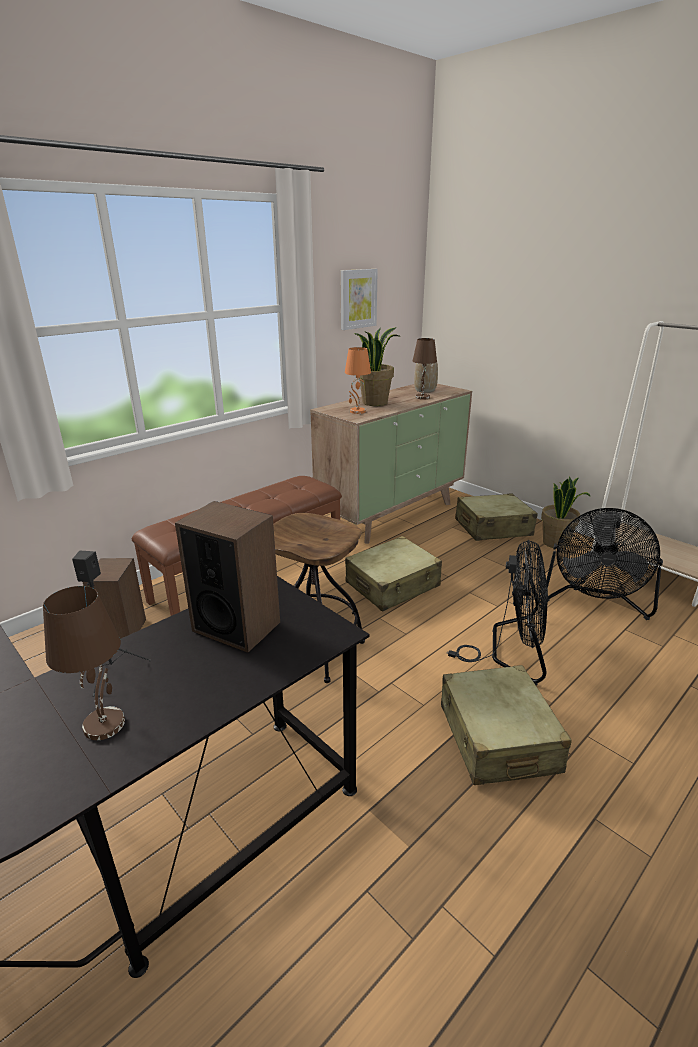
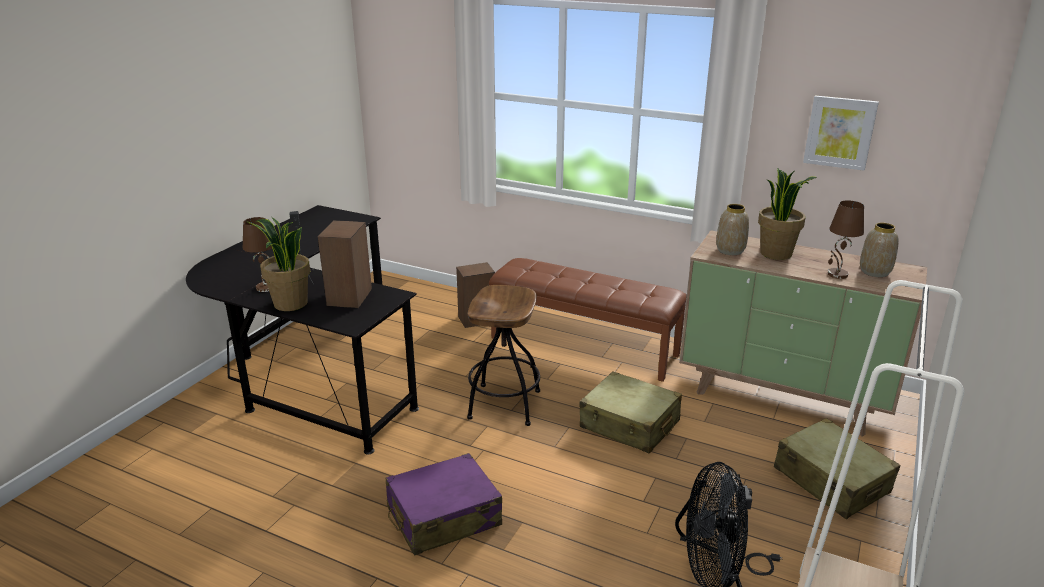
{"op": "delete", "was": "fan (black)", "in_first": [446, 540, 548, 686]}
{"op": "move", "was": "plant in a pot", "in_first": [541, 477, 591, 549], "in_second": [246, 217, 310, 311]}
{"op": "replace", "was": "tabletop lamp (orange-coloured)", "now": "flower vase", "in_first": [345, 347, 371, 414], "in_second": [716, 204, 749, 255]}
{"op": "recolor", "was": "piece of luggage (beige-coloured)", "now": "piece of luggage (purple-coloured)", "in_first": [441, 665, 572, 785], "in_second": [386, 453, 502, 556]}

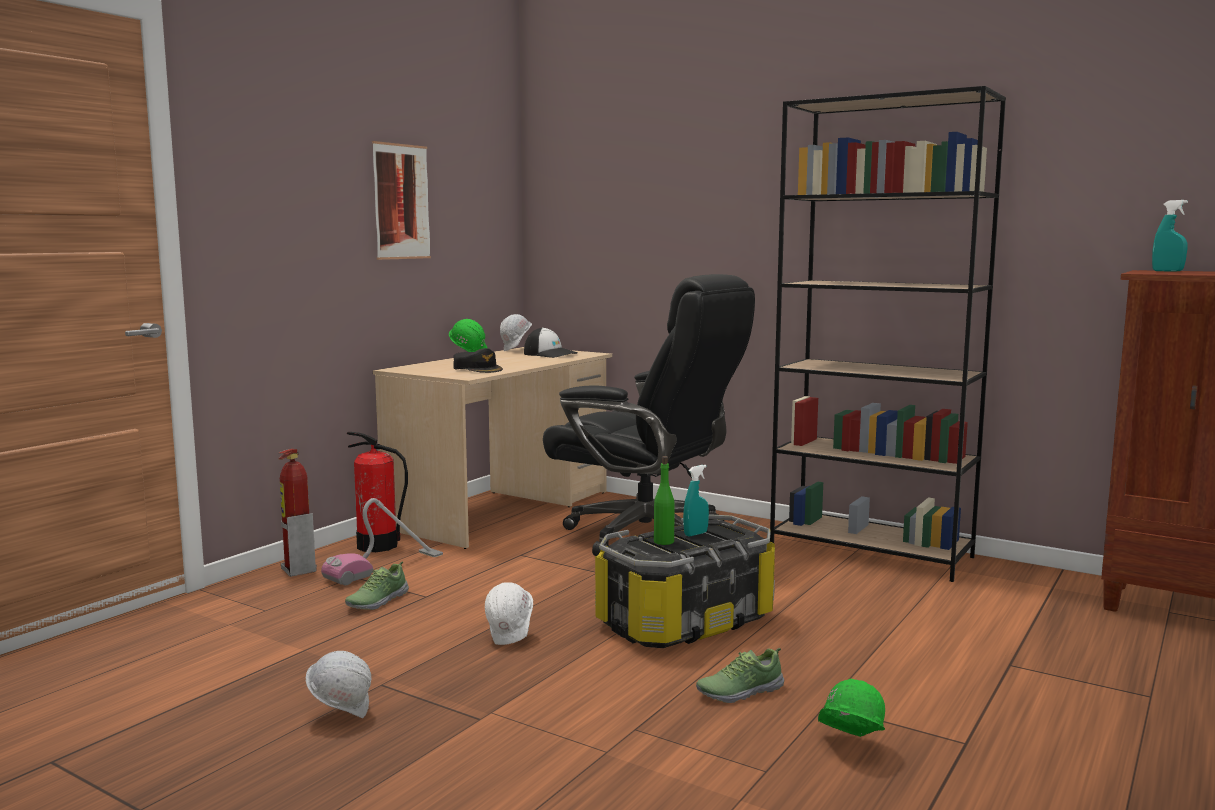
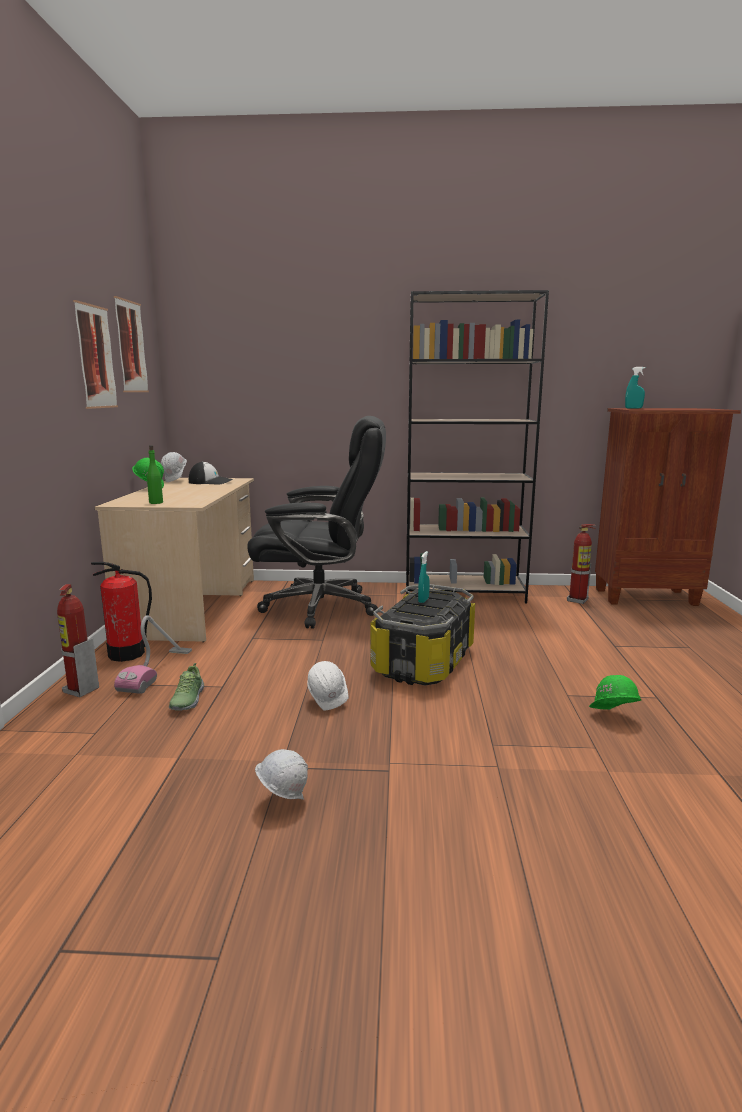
{"op": "delete", "was": "baseball cap (black)", "in_first": [453, 348, 503, 373]}
{"op": "delete", "was": "item of footwear", "in_first": [696, 648, 784, 703]}
{"op": "insert", "now": "picture", "in_second": [114, 296, 149, 392]}
{"op": "insert", "now": "fire-fighting cylinder", "in_second": [567, 524, 596, 604]}
{"op": "move", "was": "drink bottle (green)", "in_first": [654, 456, 675, 545], "in_second": [147, 445, 163, 504]}

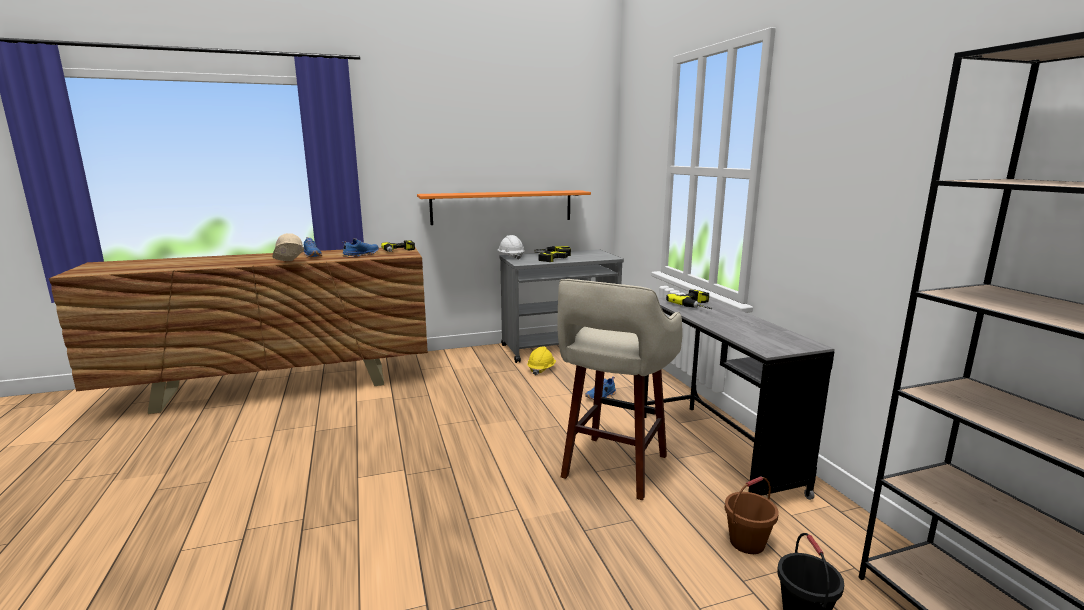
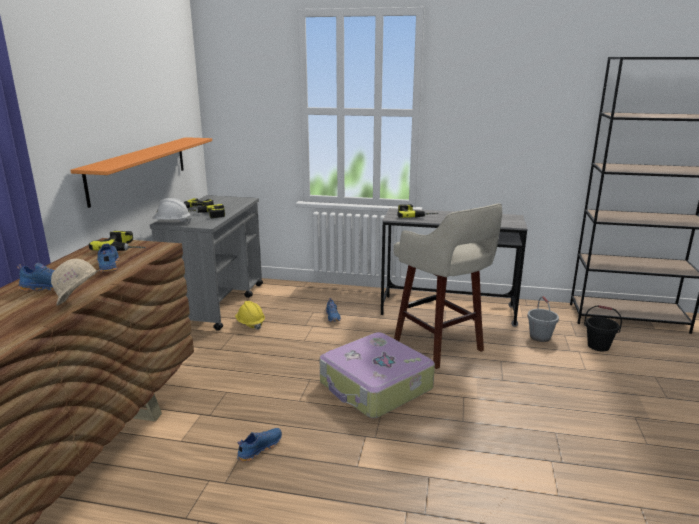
{"op": "insert", "now": "item of footwear (bluish)", "in_second": [237, 428, 282, 462]}
{"op": "insert", "now": "piece of luggage", "in_second": [319, 332, 435, 418]}
{"op": "recolor", "was": "bucket (brown-coloured)", "now": "bucket (gray)", "in_first": [725, 476, 779, 554], "in_second": [527, 296, 559, 342]}

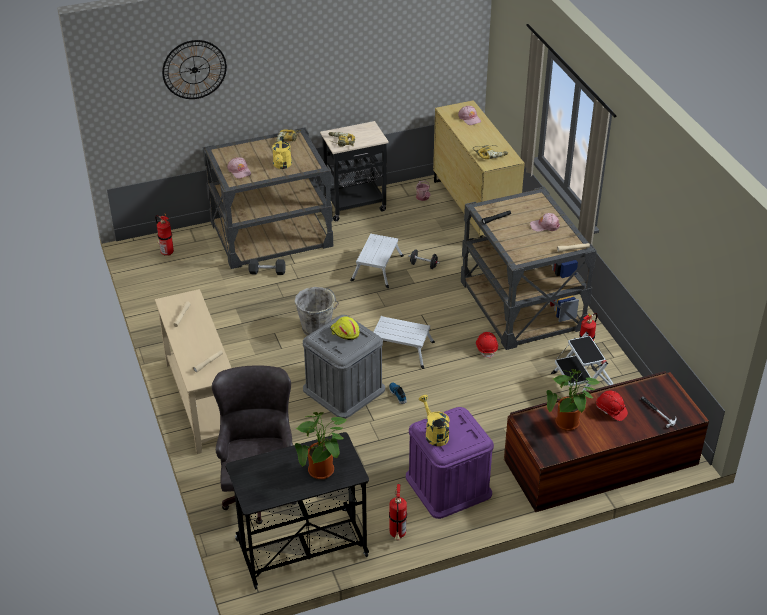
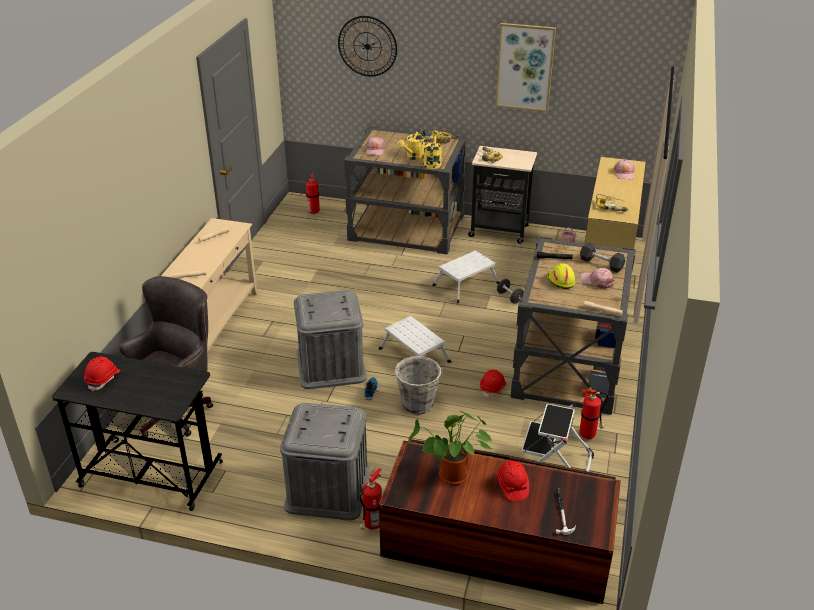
{"op": "delete", "was": "plant in a pot", "in_first": [295, 412, 347, 479]}
{"op": "insert", "now": "work helmet (red)", "in_second": [84, 357, 121, 392]}
{"op": "insert", "now": "picture", "in_second": [495, 23, 556, 112]}
{"op": "move", "was": "hand weight (gray)", "in_first": [248, 259, 286, 275], "in_second": [580, 242, 625, 273]}
{"op": "move", "was": "bucket (gray)", "in_first": [295, 287, 339, 336], "in_second": [395, 356, 443, 415]}
{"op": "move", "was": "work helmet (yellowish)", "in_first": [330, 316, 360, 340], "in_second": [547, 263, 575, 289]}
{"op": "move", "was": "fire-fighting cylinder", "in_first": [389, 484, 407, 541], "in_second": [359, 468, 382, 530]}
{"op": "move", "was": "watering pot (yellowish)", "in_first": [419, 395, 450, 446], "in_second": [423, 130, 442, 169]}
{"op": "recolor", "was": "storage container (purple-coloured)", "now": "storage container (gray)", "in_first": [406, 407, 494, 519], "in_second": [280, 403, 370, 520]}

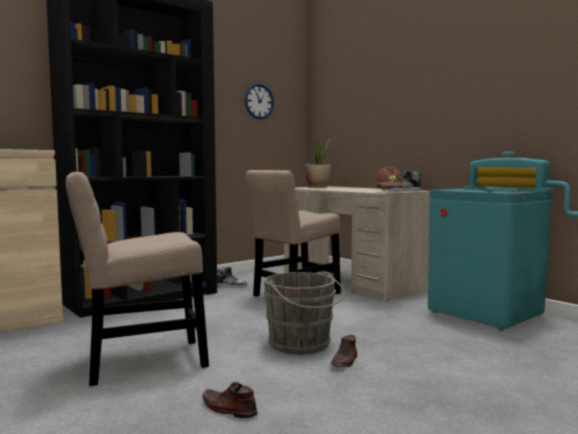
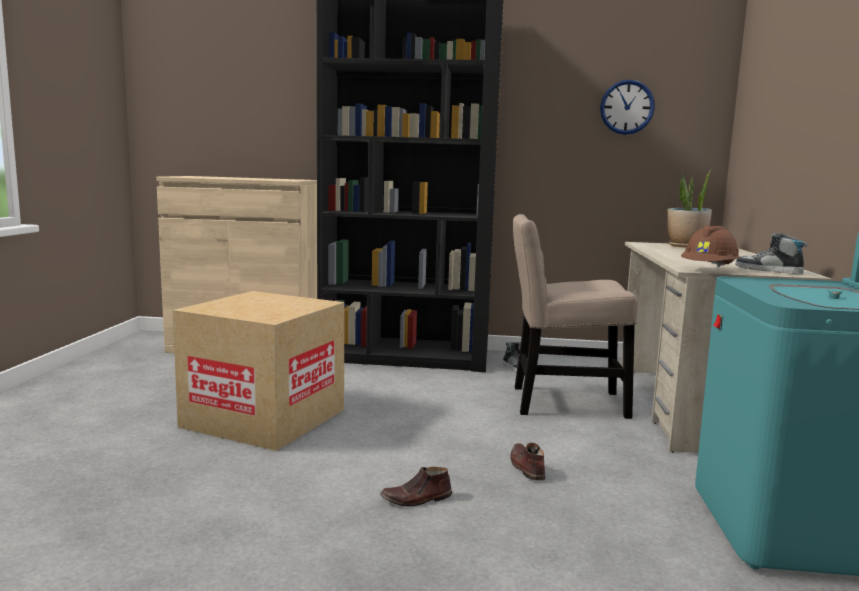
{"op": "delete", "was": "bucket (gray)", "in_first": [264, 271, 345, 355]}
{"op": "move", "was": "item of footwear (brown-coloured)", "in_first": [202, 382, 257, 418], "in_second": [511, 443, 545, 481]}
{"op": "replace", "was": "upright chair (beige-coloured)", "now": "cardboard box", "in_first": [66, 172, 209, 386], "in_second": [173, 291, 345, 451]}

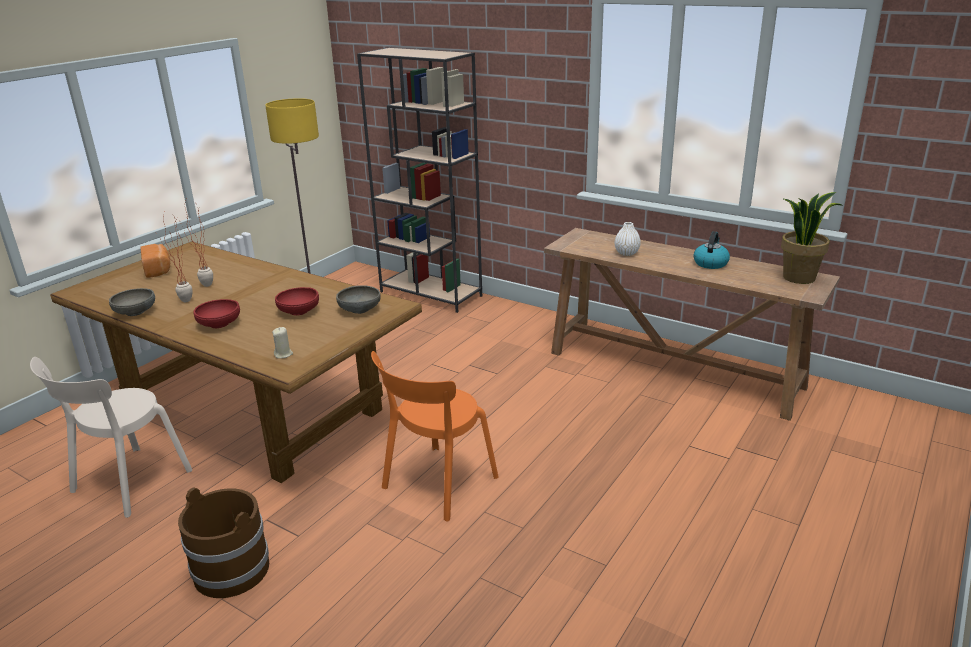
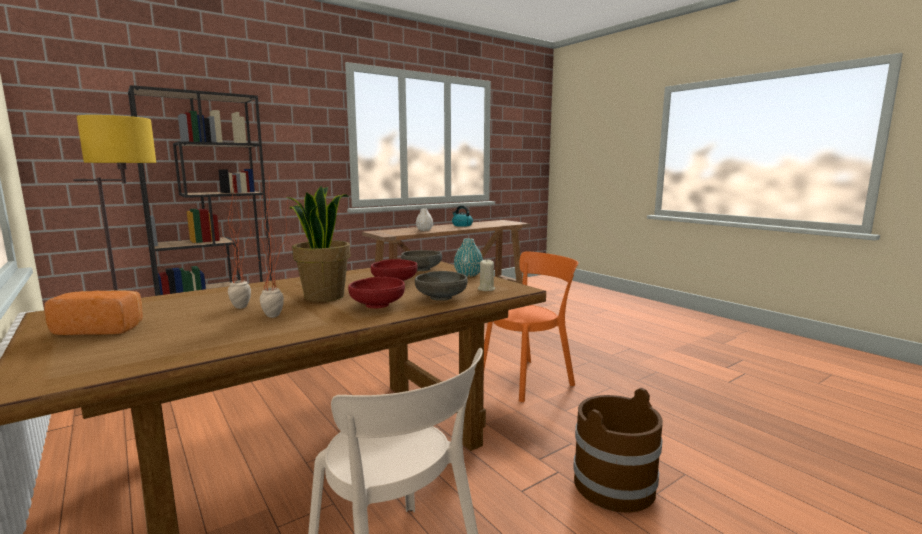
{"op": "insert", "now": "flower vase (blue-green)", "in_second": [454, 238, 483, 277]}
{"op": "move", "was": "deep dish (gray)", "in_first": [109, 288, 155, 316], "in_second": [415, 271, 468, 301]}
{"op": "move", "was": "plant in a pot", "in_first": [781, 192, 844, 284], "in_second": [286, 186, 350, 302]}
{"op": "rotate", "was": "upright chair (orange-coloured)", "in_first": [371, 351, 499, 522], "in_second": [484, 251, 578, 403], "clockwise": -90}

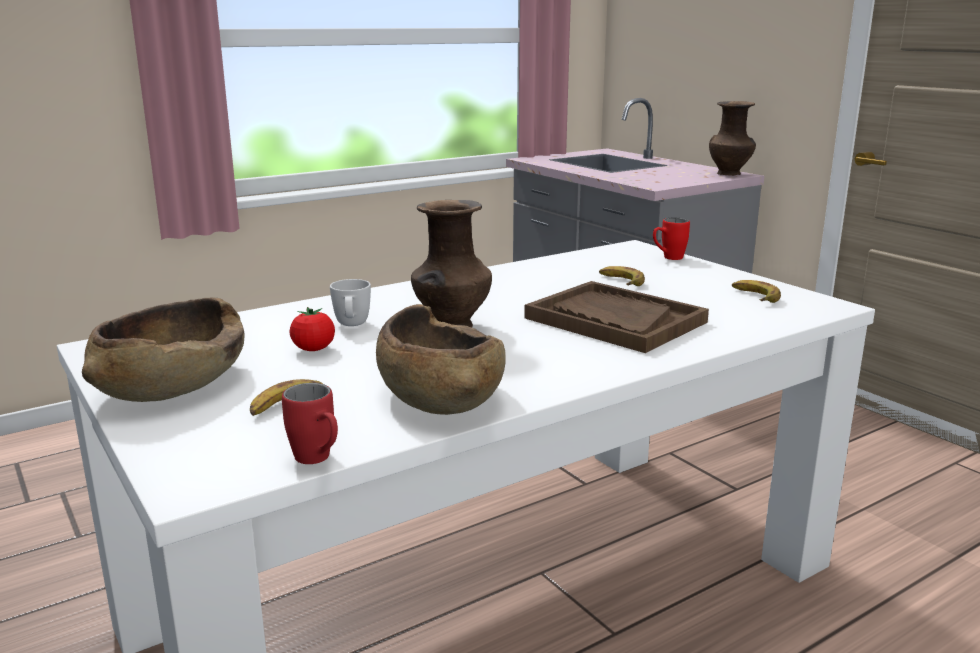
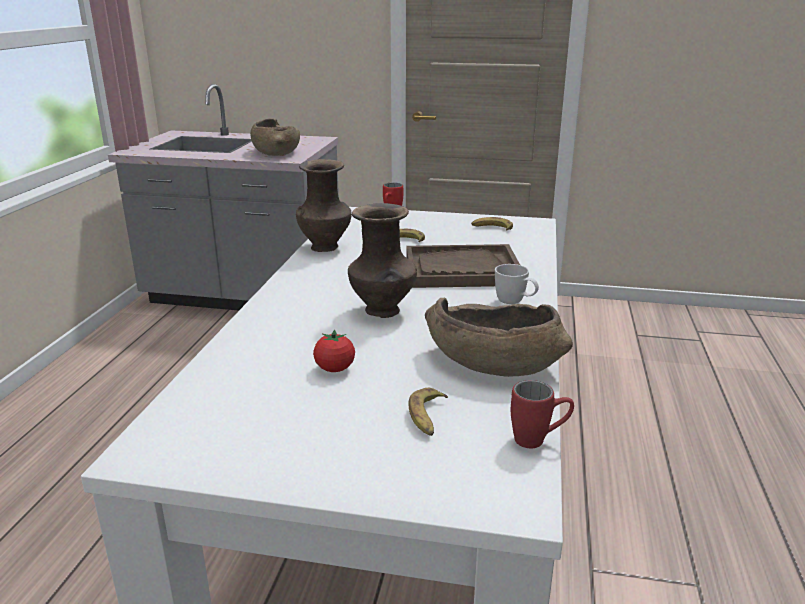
{"op": "move", "was": "deep dish (brown-coloured)", "in_first": [82, 298, 245, 402], "in_second": [251, 118, 300, 156]}
{"op": "move", "was": "tea mug (white)", "in_first": [330, 279, 371, 326], "in_second": [495, 264, 539, 304]}
{"op": "move", "was": "flower vase (brown-coloured)", "in_first": [709, 101, 756, 176], "in_second": [296, 159, 352, 252]}

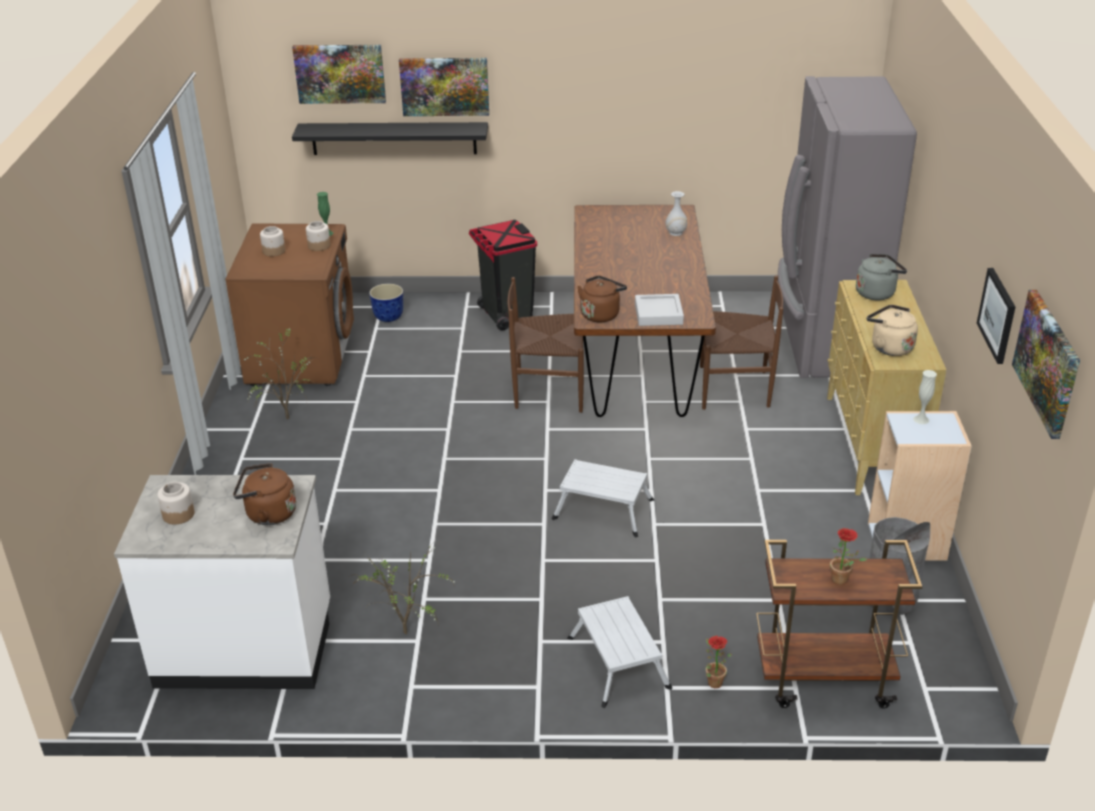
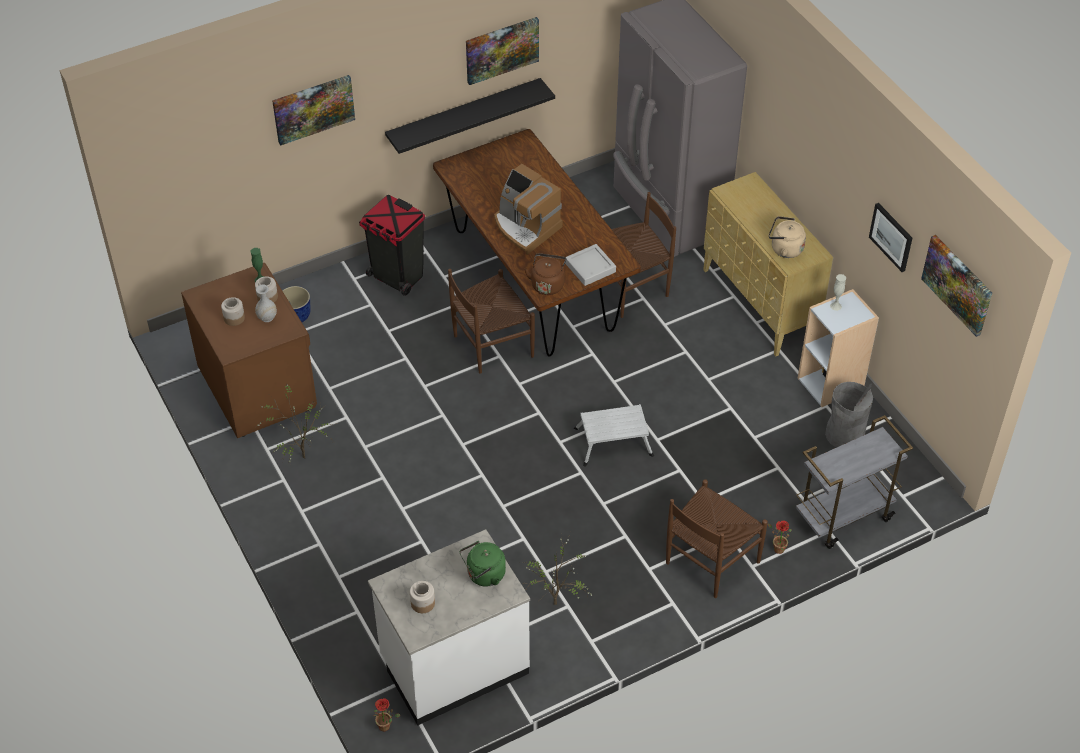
{"op": "delete", "was": "kettle (gray)", "in_first": [856, 254, 907, 300]}
{"op": "insert", "now": "coffee maker", "in_second": [494, 164, 563, 255]}
{"op": "move", "was": "picture", "in_first": [292, 45, 386, 104], "in_second": [466, 17, 539, 85]}
{"op": "move", "was": "wall shelf (black)", "in_first": [292, 122, 488, 155], "in_second": [385, 78, 555, 154]}
{"op": "move", "was": "flower vase (white)", "in_first": [665, 191, 687, 236], "in_second": [255, 285, 277, 322]}
{"op": "move", "was": "plant in a pot", "in_first": [830, 528, 867, 585], "in_second": [373, 698, 400, 731]}
{"op": "replace", "was": "step stool (white)", "now": "upright chair (brown-coloured)", "in_first": [567, 596, 672, 708], "in_second": [666, 479, 768, 598]}
{"op": "recolor", "was": "kettle (brown-coloured)", "now": "kettle (green)", "in_first": [233, 463, 296, 525], "in_second": [460, 541, 506, 587]}
{"op": "recolor", "was": "wheeled cart (brown-coloured)", "now": "wheeled cart (gray)", "in_first": [756, 540, 922, 709], "in_second": [796, 415, 913, 549]}

